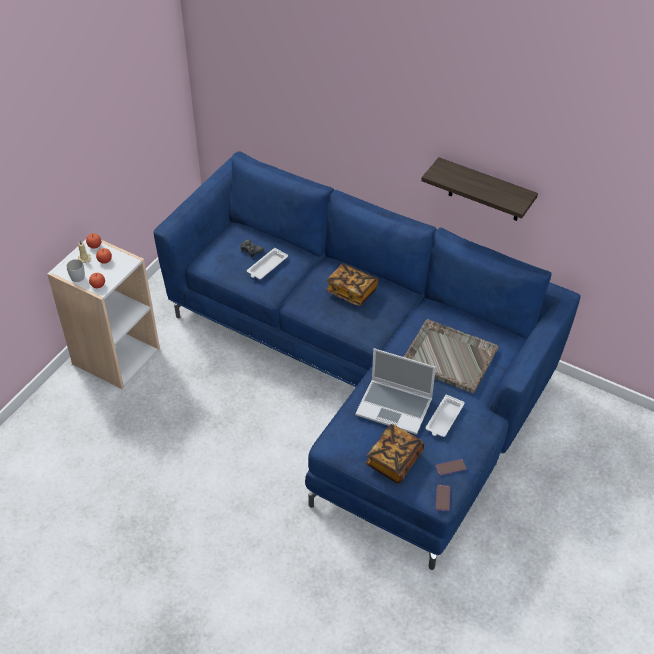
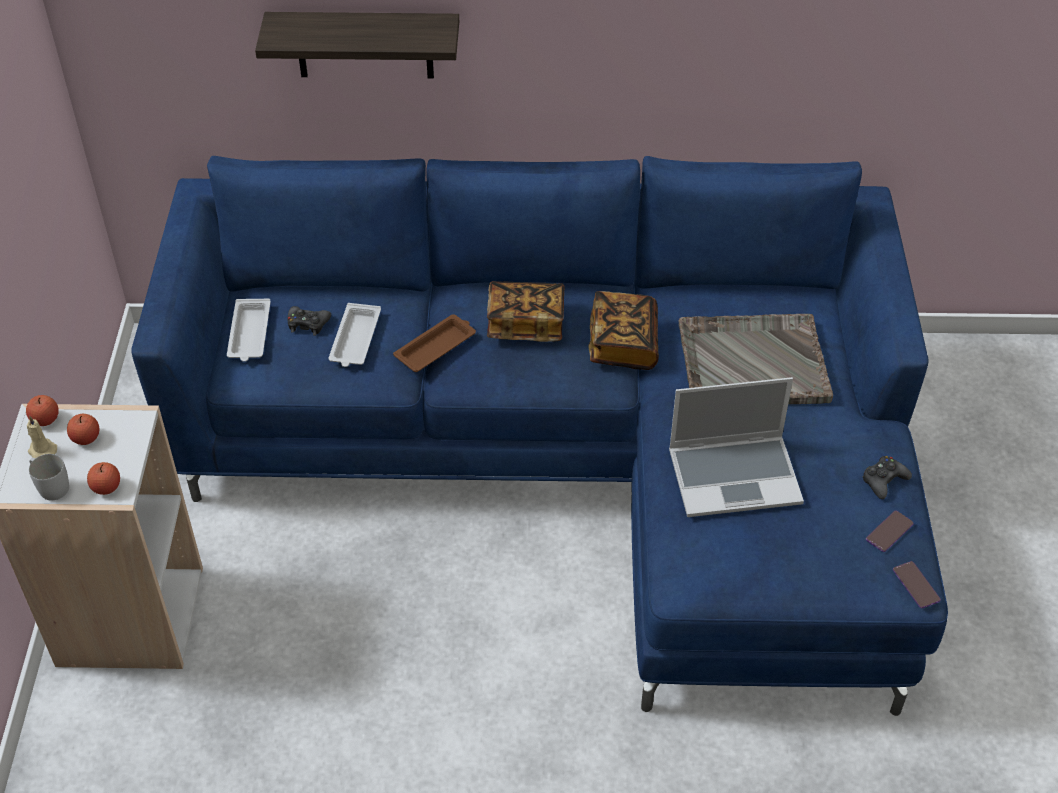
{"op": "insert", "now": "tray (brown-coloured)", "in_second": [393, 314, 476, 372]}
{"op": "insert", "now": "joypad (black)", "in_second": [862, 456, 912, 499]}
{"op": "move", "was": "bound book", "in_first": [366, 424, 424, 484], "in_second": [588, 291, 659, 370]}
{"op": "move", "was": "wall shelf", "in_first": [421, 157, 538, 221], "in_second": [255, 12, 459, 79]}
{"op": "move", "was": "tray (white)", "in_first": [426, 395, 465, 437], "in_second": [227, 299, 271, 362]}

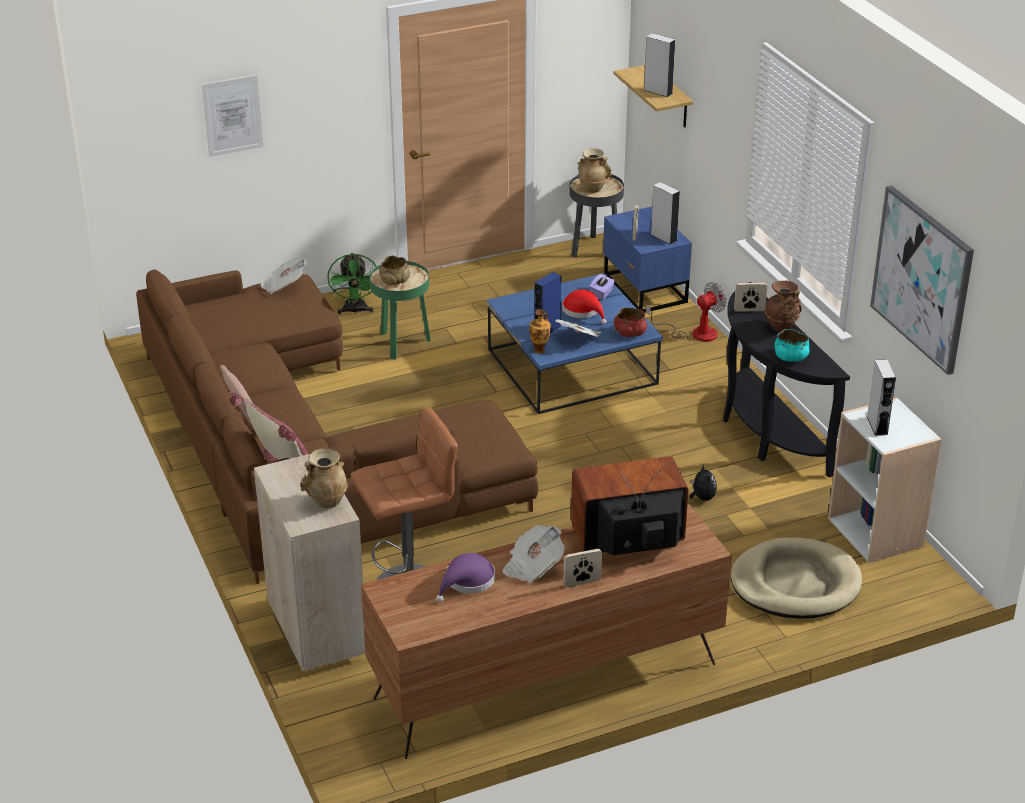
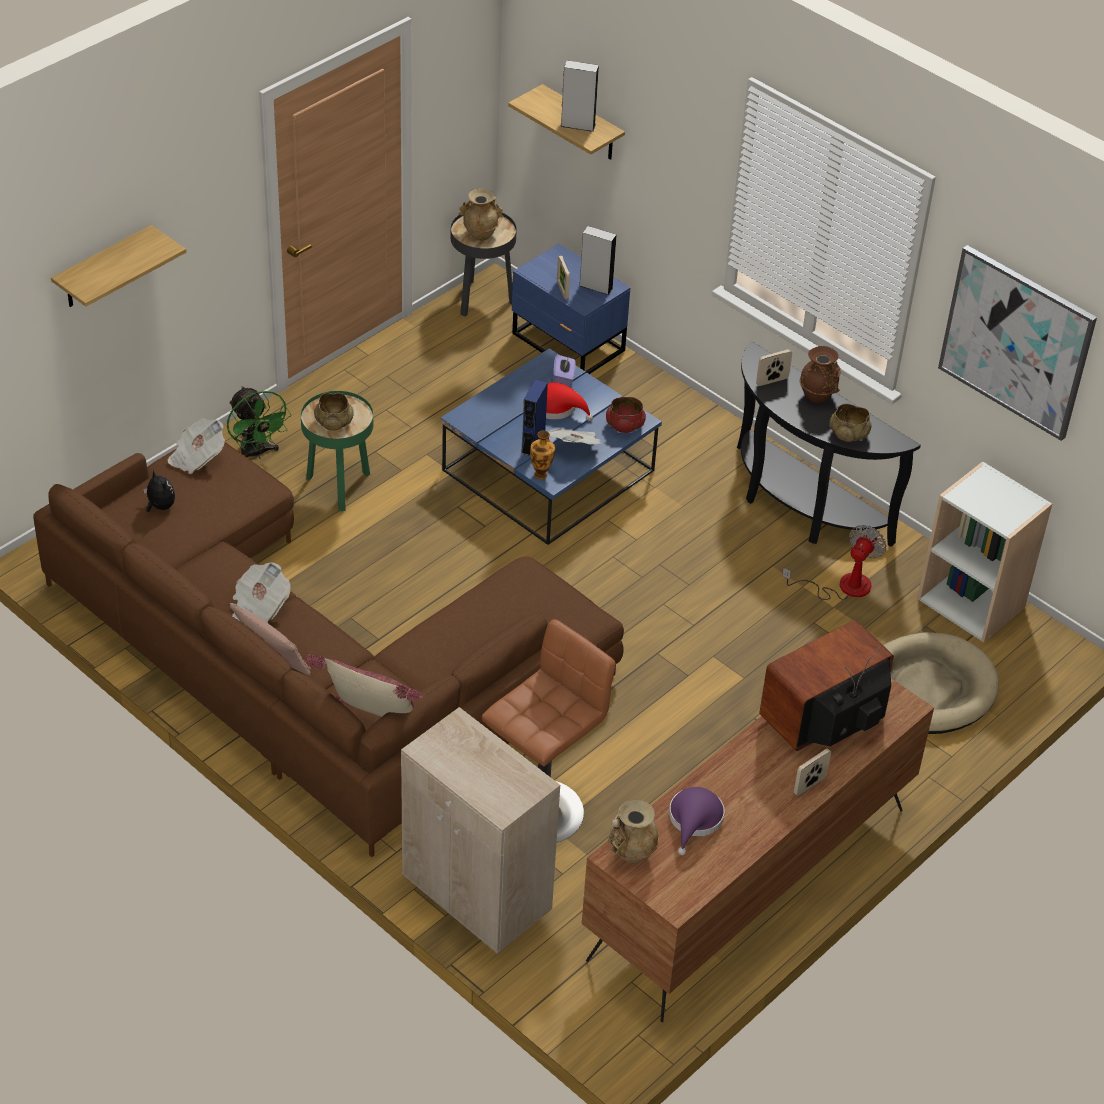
{"op": "delete", "was": "loudspeaker (gray)", "in_first": [867, 359, 896, 436]}
{"op": "move", "was": "flower vase (beige-coloured)", "in_first": [300, 448, 348, 508], "in_second": [608, 800, 659, 863]}
{"op": "move", "was": "newspaper", "in_first": [502, 525, 565, 583], "in_second": [232, 562, 291, 623]}
{"op": "move", "was": "fan", "in_first": [646, 282, 727, 342], "in_second": [782, 525, 886, 600]}
{"op": "move", "was": "plush toy", "in_first": [689, 464, 717, 501], "in_second": [143, 470, 175, 512]}
{"op": "replace", "was": "picture", "now": "wall shelf", "in_first": [202, 75, 263, 157], "in_second": [51, 225, 186, 307]}
{"op": "recolor", "was": "deep dish (blue-green)", "now": "deep dish (beige-coloured)", "in_first": [774, 329, 810, 362], "in_second": [830, 404, 871, 442]}

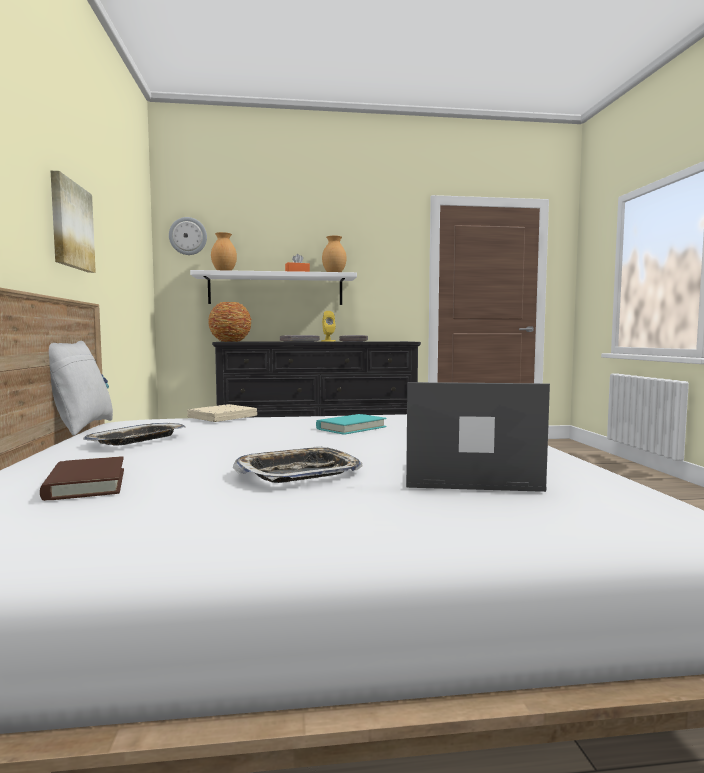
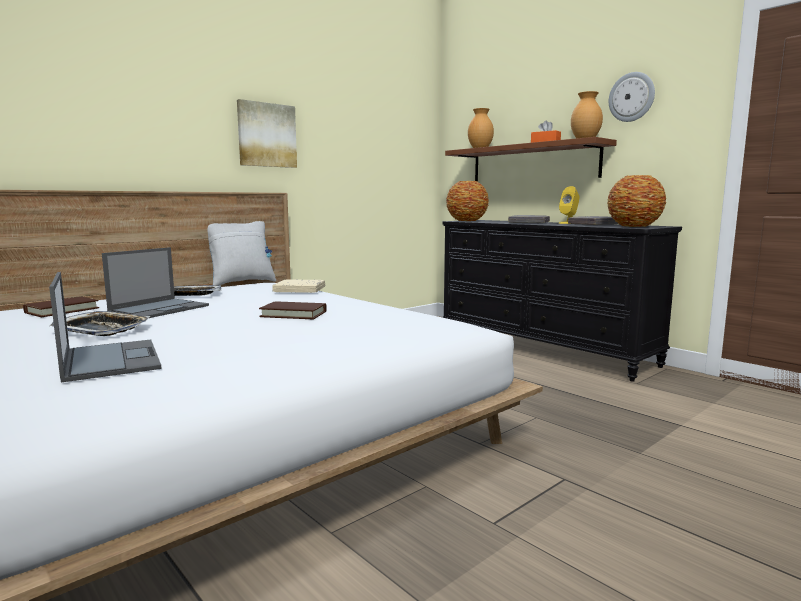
{"op": "insert", "now": "notebook computer", "in_second": [102, 247, 209, 318]}
{"op": "insert", "now": "flower vase", "in_second": [608, 175, 666, 227]}
{"op": "move", "was": "hanging clock", "in_first": [169, 217, 207, 255], "in_second": [609, 72, 655, 122]}
{"op": "recolor", "was": "wall shelf (white)", "now": "wall shelf (brown-coloured)", "in_first": [190, 270, 357, 305], "in_second": [445, 137, 617, 181]}
{"op": "recolor", "was": "bound book (blue-green)", "now": "bound book (brown-coloured)", "in_first": [316, 414, 387, 435], "in_second": [259, 301, 327, 319]}

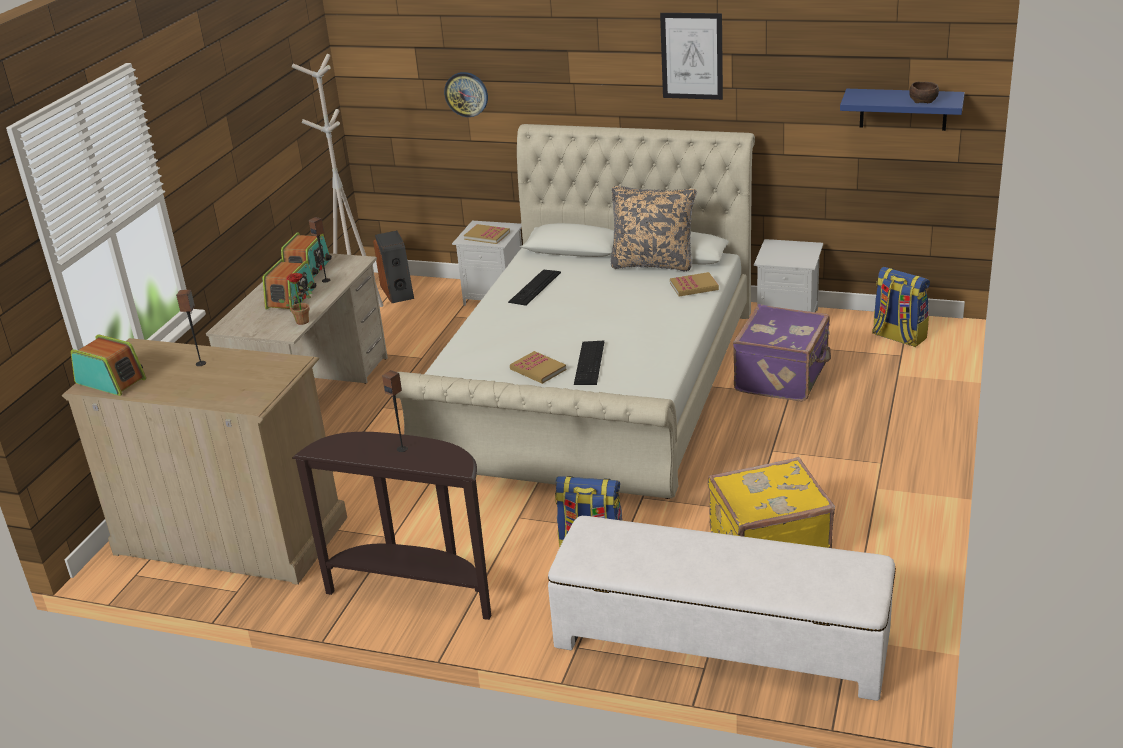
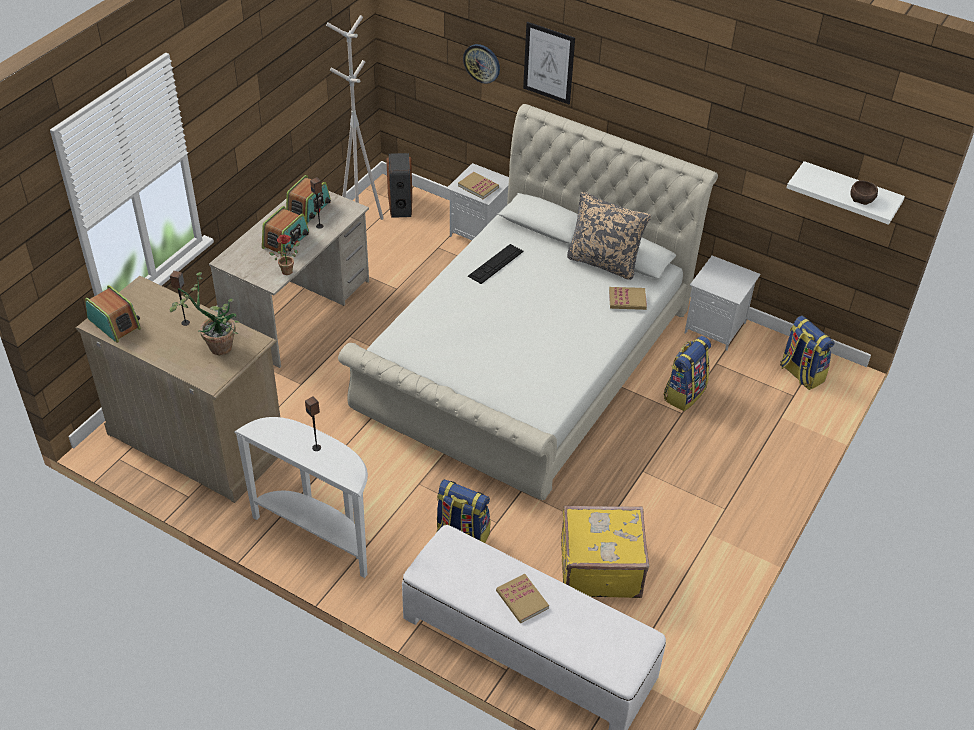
{"op": "delete", "was": "keyboard", "in_first": [574, 341, 604, 385]}
{"op": "insert", "now": "plant in a pot", "in_second": [170, 272, 239, 355]}
{"op": "move", "was": "bound book", "in_first": [510, 351, 566, 384], "in_second": [496, 574, 549, 623]}
{"op": "move", "was": "picture", "in_first": [660, 13, 723, 100], "in_second": [523, 22, 575, 104]}
{"op": "replace", "was": "piece of luggage (purple-coloured)", "now": "rucksack", "in_first": [733, 304, 831, 402], "in_second": [664, 336, 711, 411]}
{"op": "recolor", "was": "console table (brown-coloured)", "now": "console table (white)", "in_first": [293, 432, 491, 620], "in_second": [234, 417, 368, 578]}
{"op": "recolor", "was": "wall shelf (bluish)", "now": "wall shelf (white)", "in_first": [840, 89, 965, 131], "in_second": [787, 161, 905, 225]}

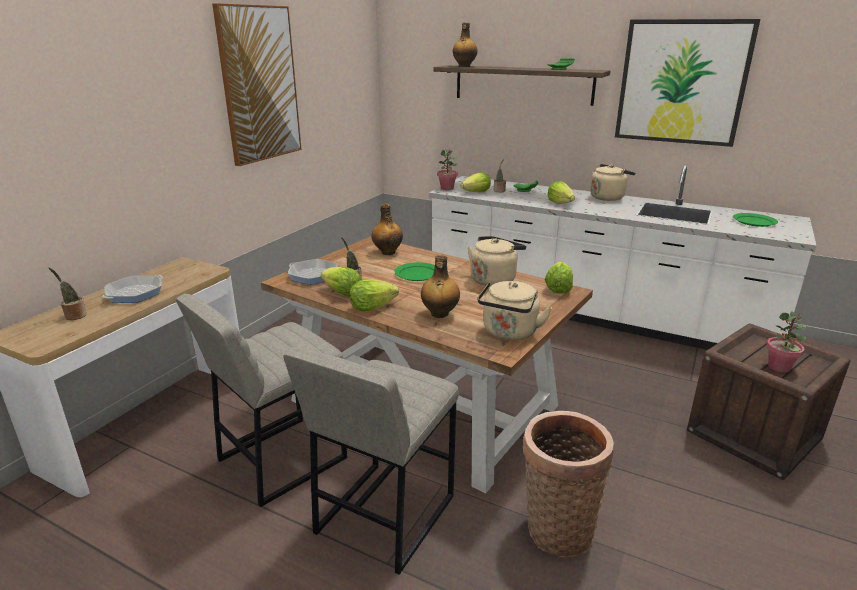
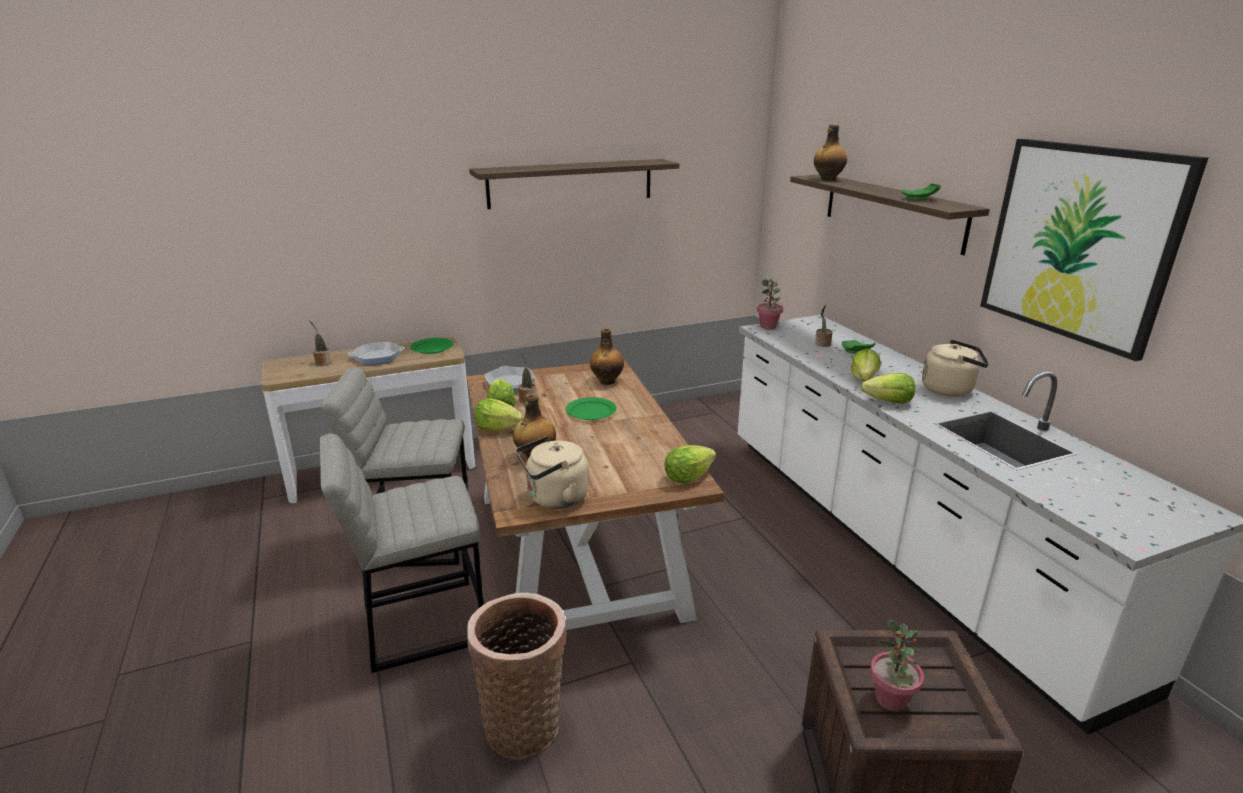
{"op": "delete", "was": "kettle (beige-coloured)", "in_first": [467, 236, 526, 286]}
{"op": "move", "was": "head of lettuce", "in_first": [461, 172, 491, 192], "in_second": [861, 373, 916, 404]}
{"op": "move", "was": "flat dish (green)", "in_first": [733, 213, 778, 227], "in_second": [410, 338, 454, 354]}
{"op": "replace", "was": "picture", "now": "wall shelf", "in_first": [212, 3, 302, 166], "in_second": [469, 159, 679, 209]}

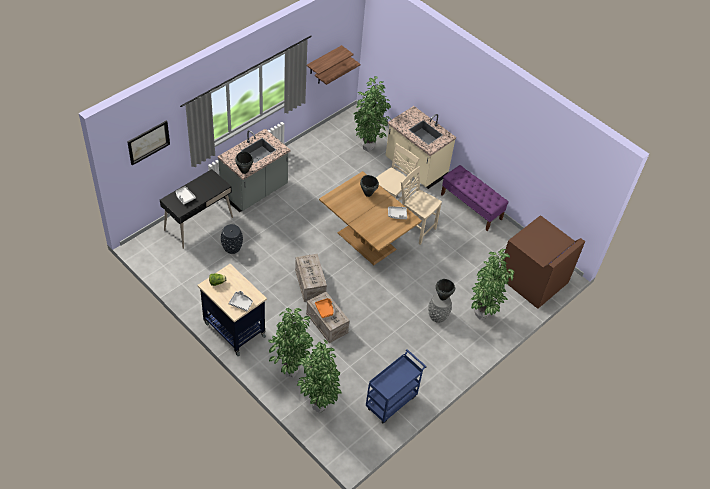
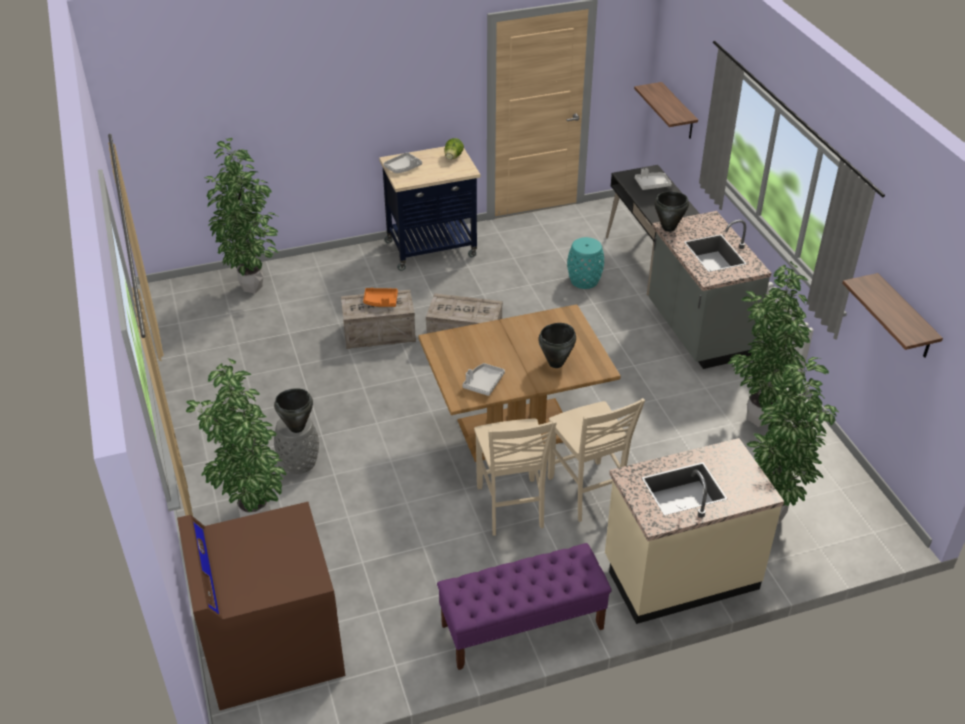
{"op": "delete", "was": "picture", "in_first": [127, 120, 170, 165]}
{"op": "delete", "was": "wheeled cart (bluish)", "in_first": [366, 349, 427, 423]}
{"op": "move", "was": "plant in a pot", "in_first": [268, 308, 314, 378], "in_second": [728, 261, 811, 427]}
{"op": "move", "was": "wall shelf", "in_first": [315, 57, 361, 85], "in_second": [634, 82, 698, 139]}
{"op": "recolor", "was": "stool seat (black)", "now": "stool seat (blue-green)", "in_first": [221, 224, 243, 254], "in_second": [567, 237, 604, 289]}
{"op": "rotate", "was": "upright chair (beige-coloured)", "in_first": [401, 166, 442, 245], "in_second": [474, 419, 557, 536], "clockwise": 105}

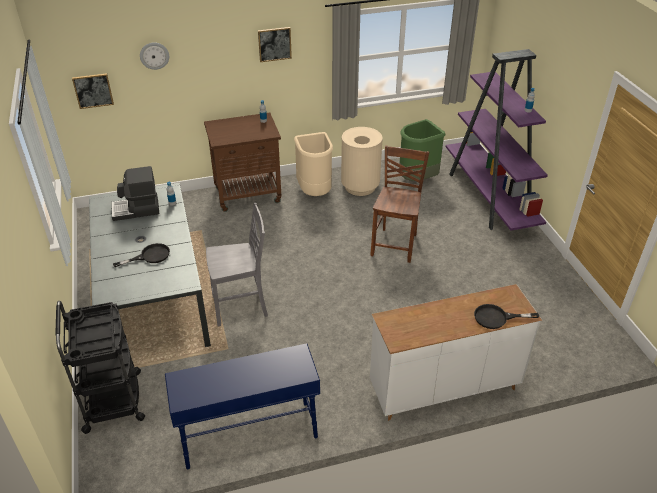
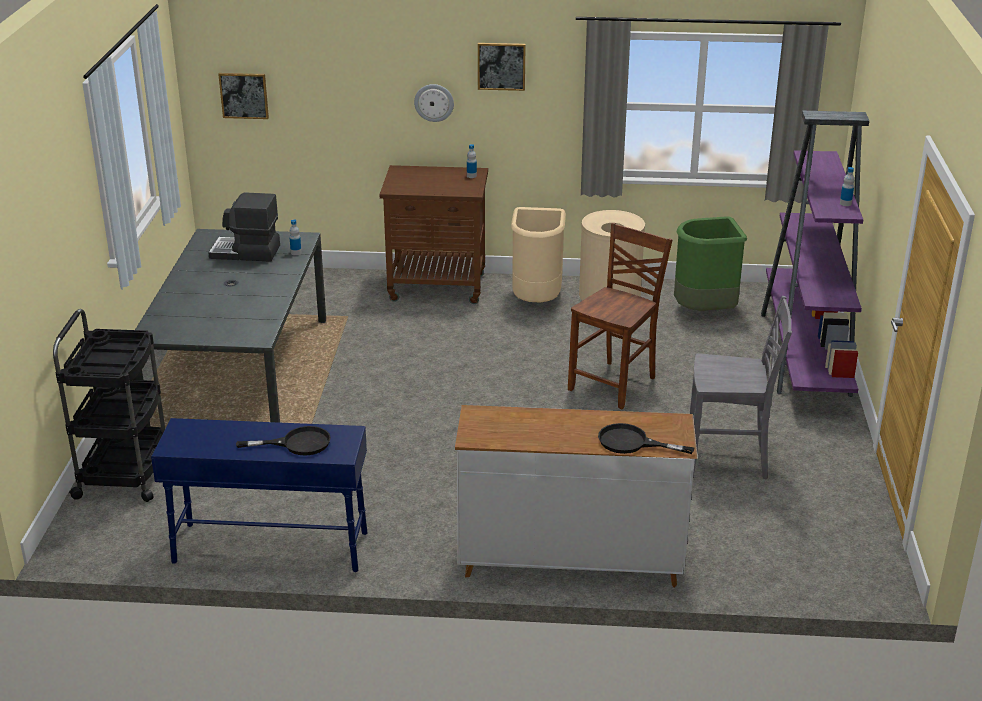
{"op": "move", "was": "frying pan (black)", "in_first": [113, 243, 170, 267], "in_second": [236, 426, 331, 455]}
{"op": "move", "was": "hanging clock", "in_first": [140, 42, 169, 70], "in_second": [414, 84, 454, 122]}
{"op": "move", "was": "upright chair (gray)", "in_first": [206, 203, 268, 326], "in_second": [690, 296, 792, 479]}

